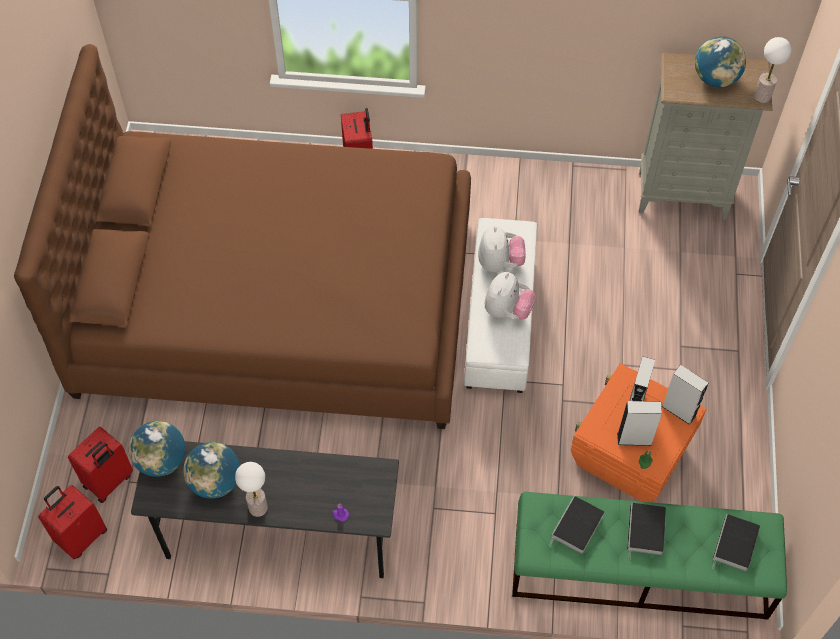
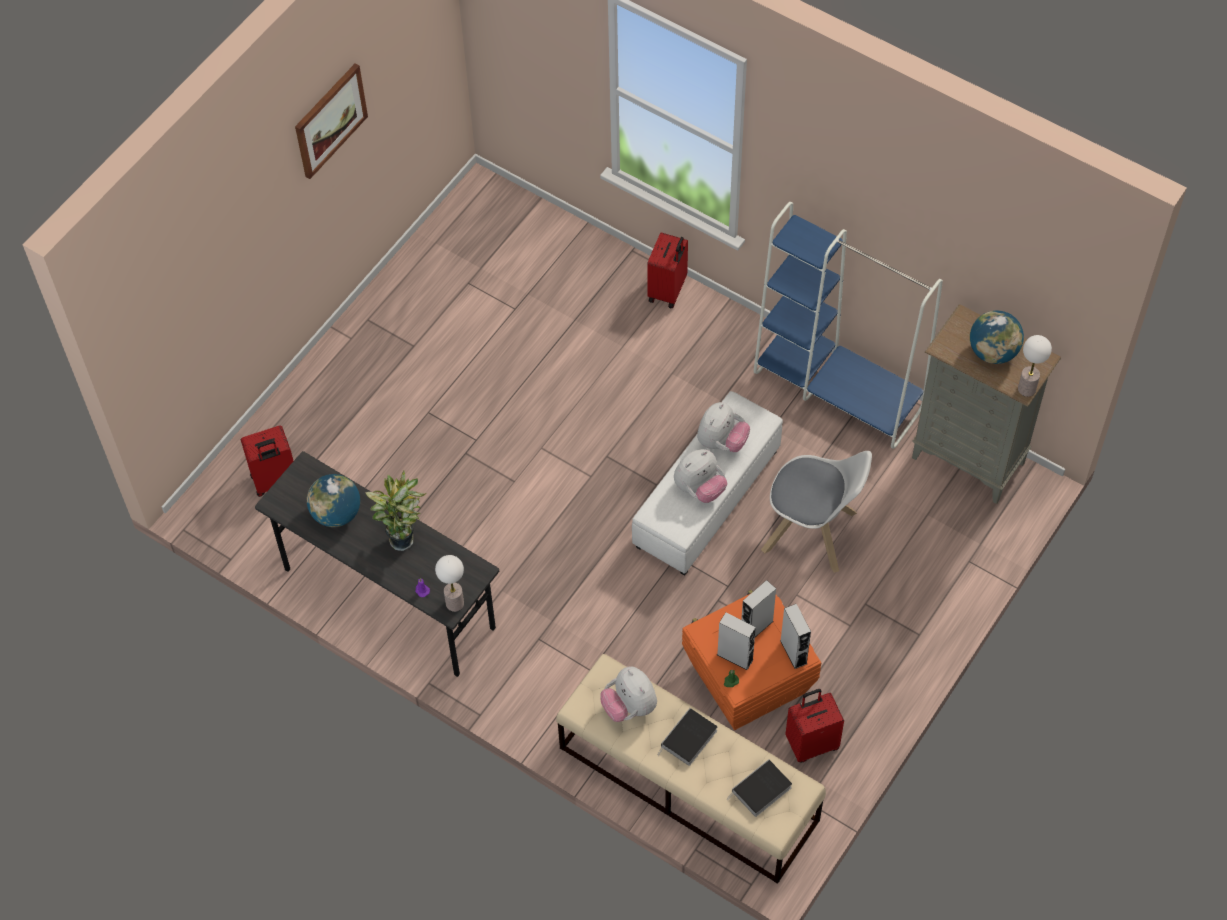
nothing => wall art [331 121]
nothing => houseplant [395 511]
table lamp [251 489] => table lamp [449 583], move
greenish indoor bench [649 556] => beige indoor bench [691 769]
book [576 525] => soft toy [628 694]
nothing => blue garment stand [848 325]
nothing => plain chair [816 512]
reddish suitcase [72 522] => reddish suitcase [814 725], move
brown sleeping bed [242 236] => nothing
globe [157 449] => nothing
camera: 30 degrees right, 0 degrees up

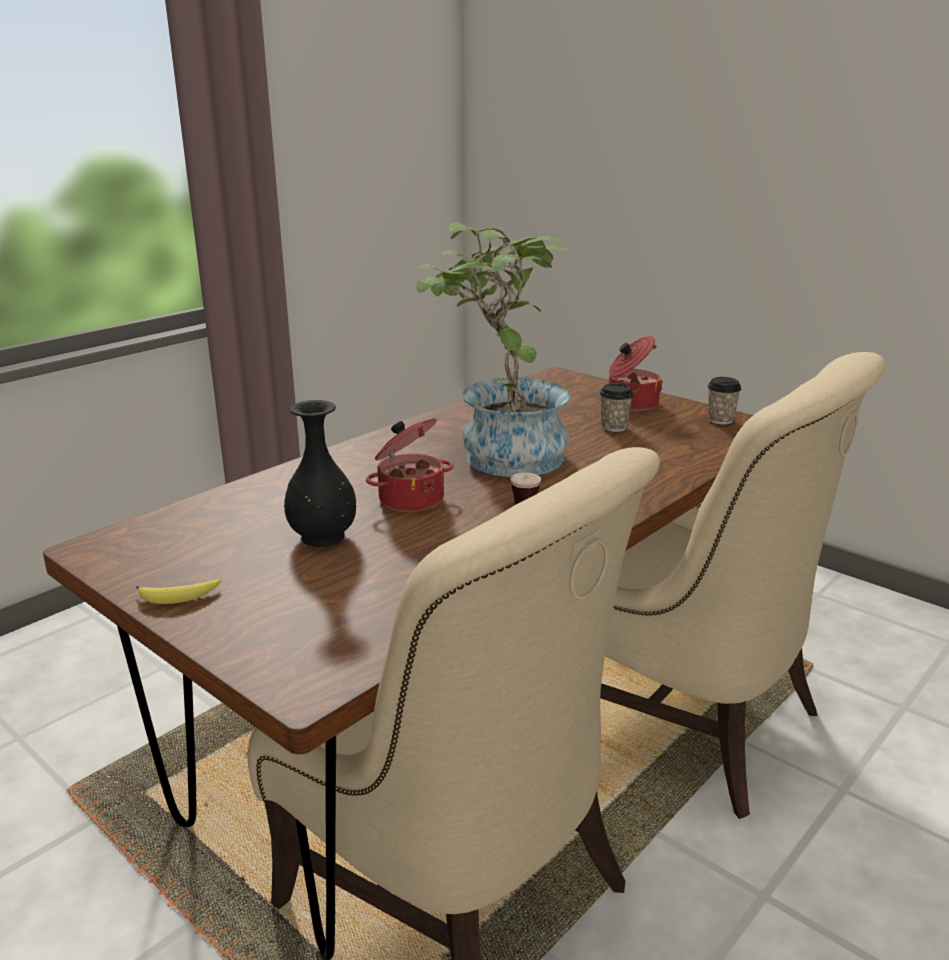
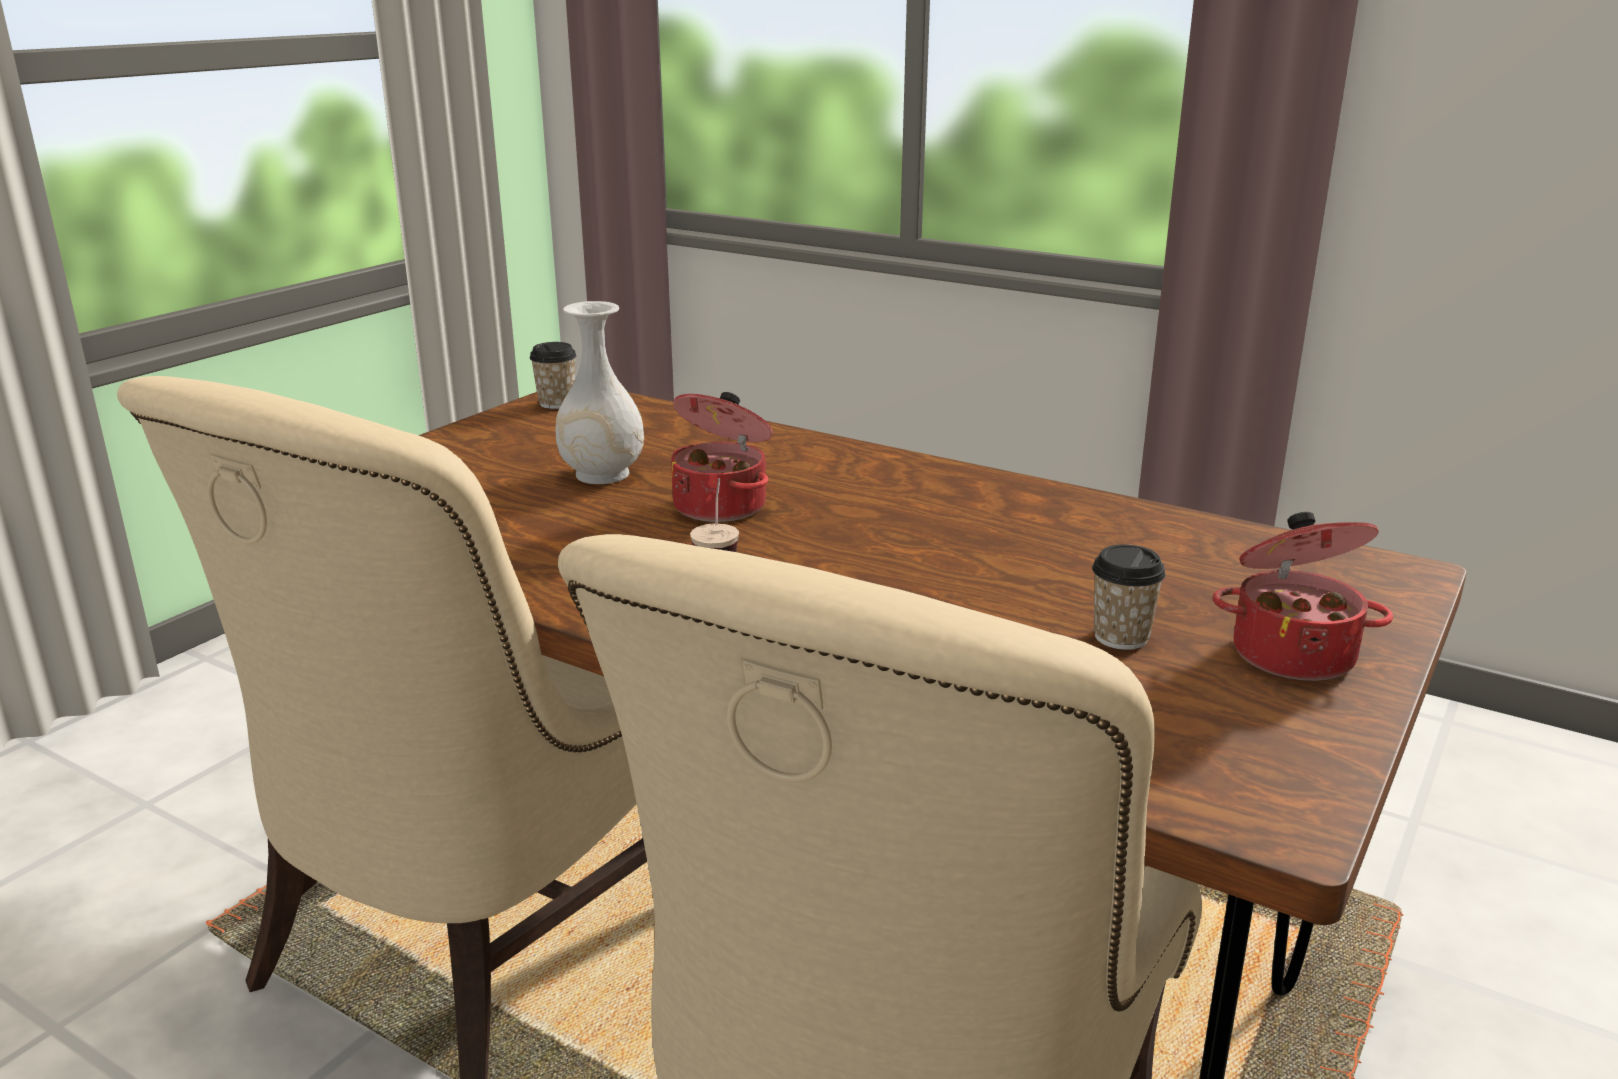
drinking cup [724 401] => drinking cup [553 375], move
black flower vase [320 473] => whitish flower vase [599 392]
banana [178 591] => nothing
houseplant [493 349] => nothing
camera: 80 degrees right, 0 degrees up

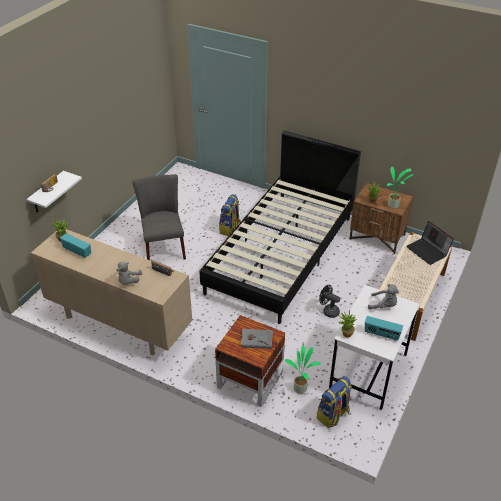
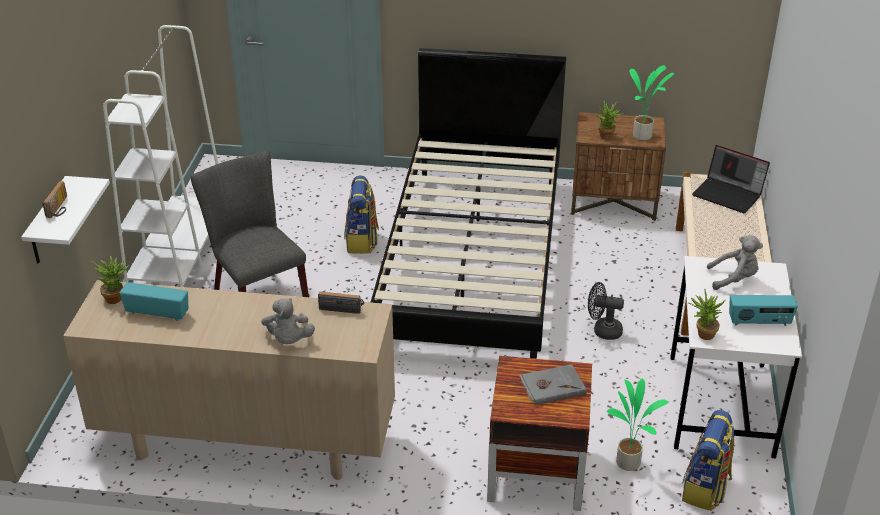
nothing => whitish garment stand [160 156]
camera: 20 degrees left, 5 degrees down

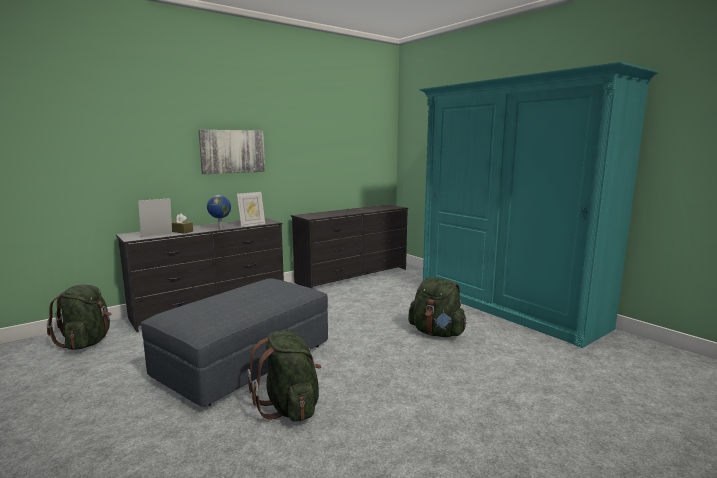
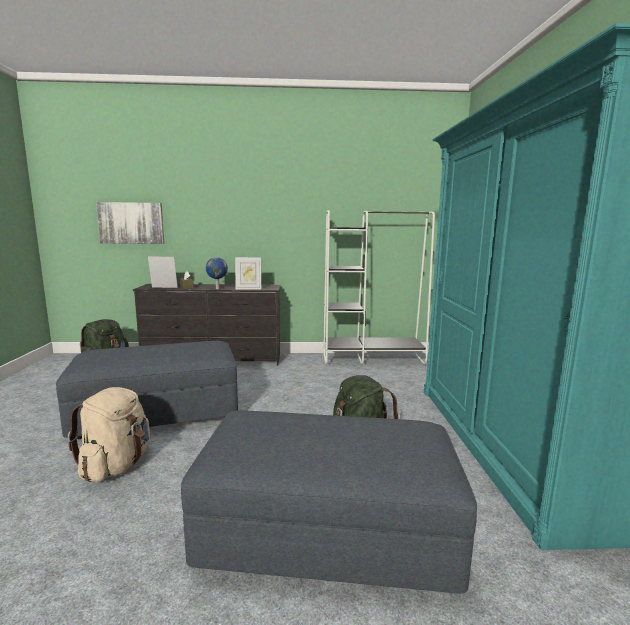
greenish rucksack [284 376] => beige rucksack [109 434]
wall art [231 152] => wall art [130 223], move
nothing => gray ottoman [329 502]
black drawer chest [349 246] => black garment stand [379 287]
camera: 35 degrees right, 0 degrees up

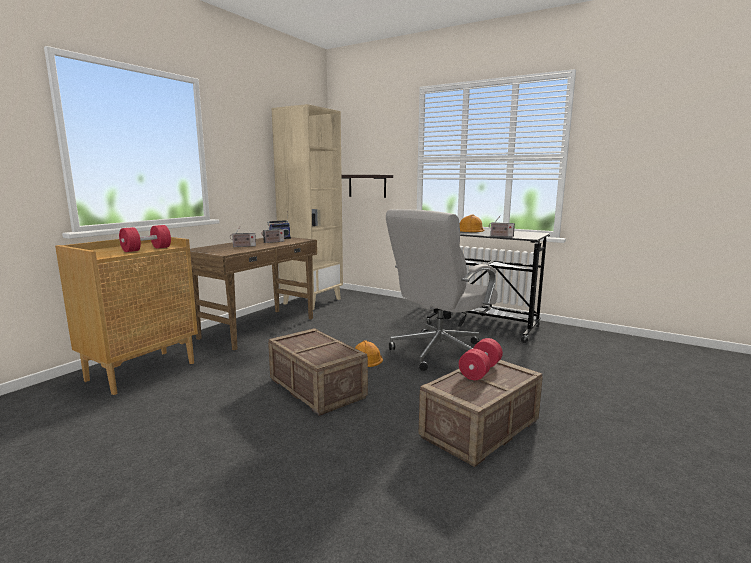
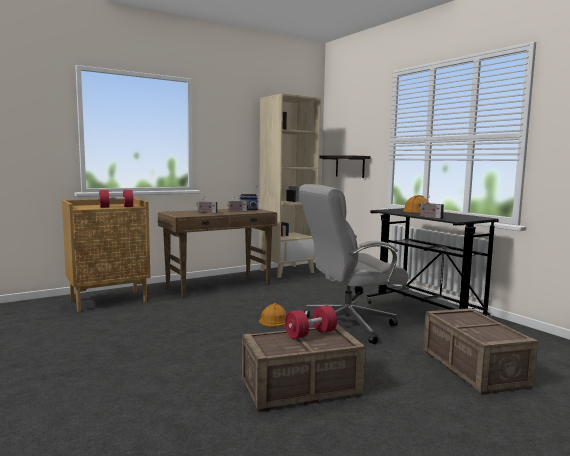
shipping crate [318 372] => shipping crate [480 351], move
camera: 25 degrees right, 5 degrees down

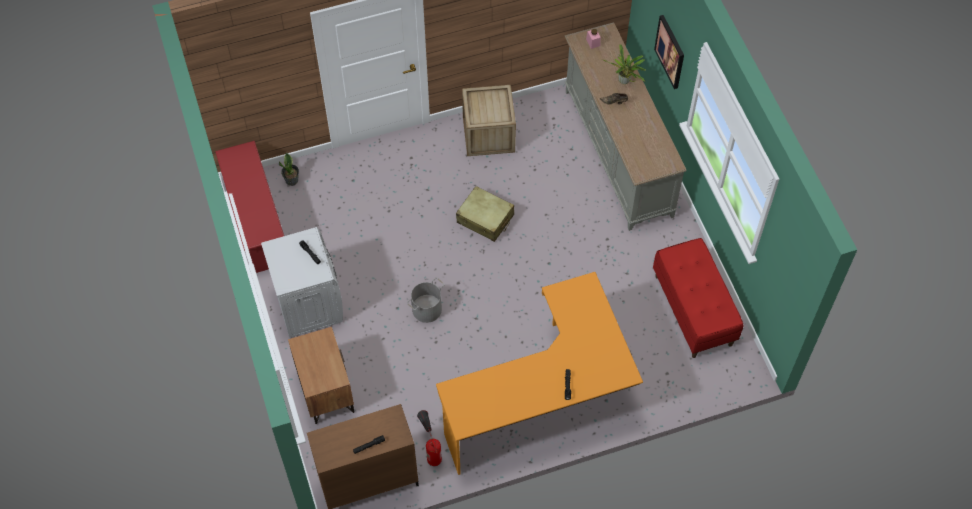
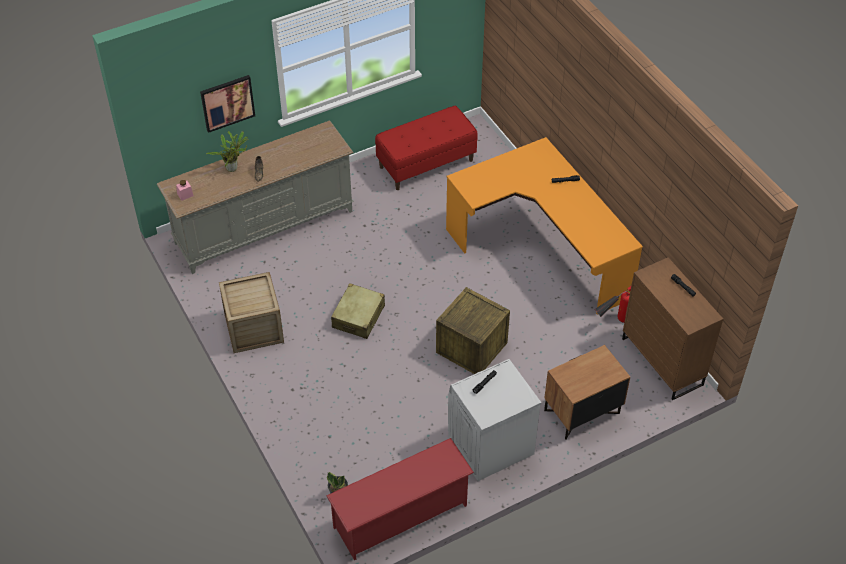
gray pail [426 300] => shipping crate [473 330]
camera: 100 degrees left, 10 degrees down

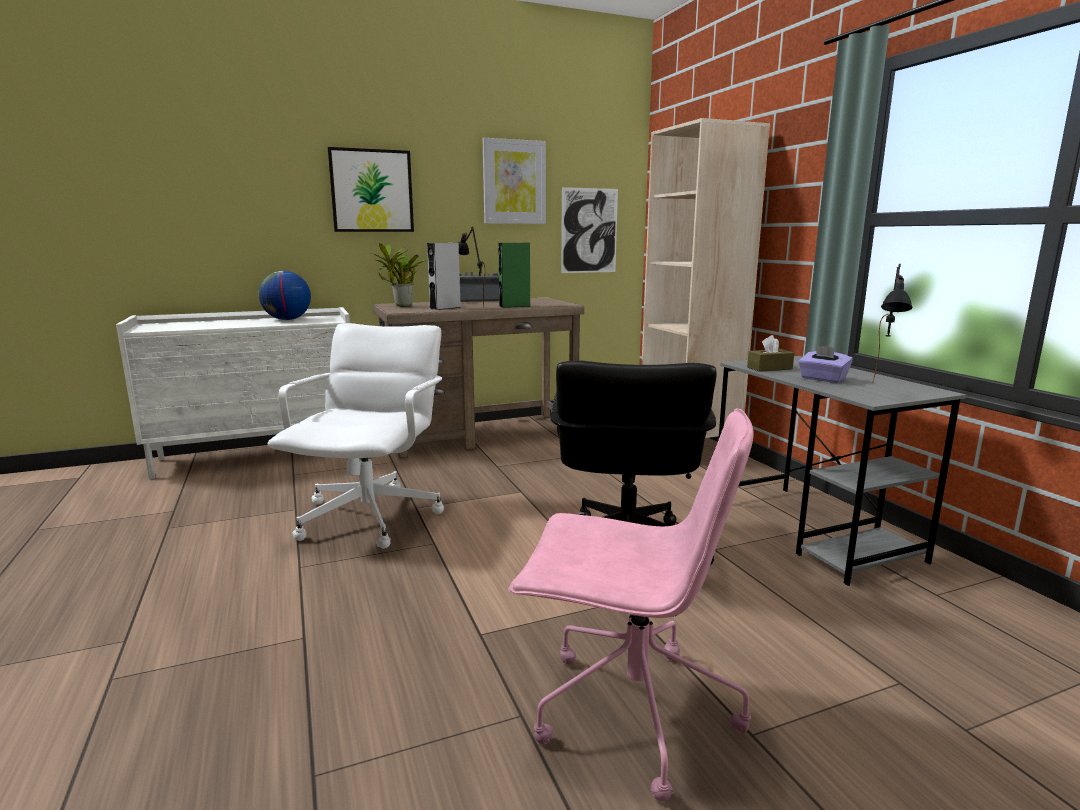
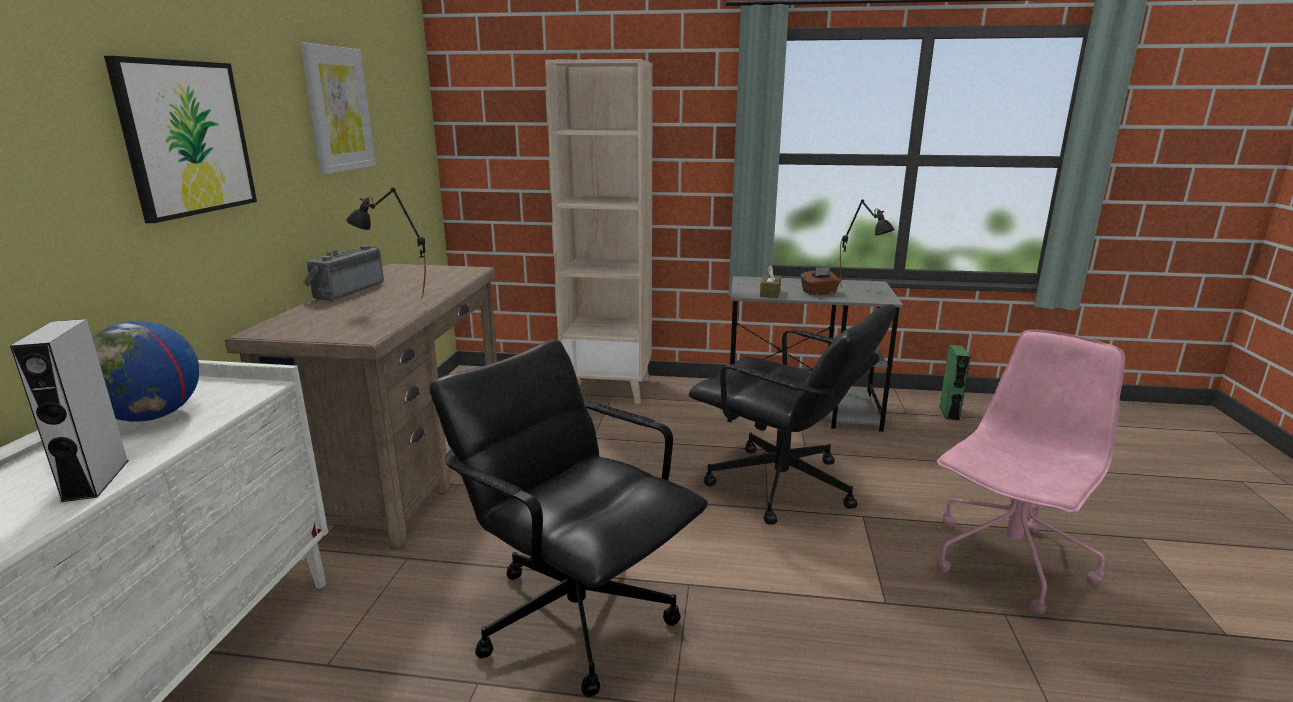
gray audio speaker [444 276] => gray audio speaker [69 410], move
whitish computer chair [355 436] => black computer chair [568 518]
purple tissue holder [825 364] => brown tissue holder [821 281]
greenish audio speaker [514 275] => greenish audio speaker [955 383], move
houseplant [399 275] => nothing
wall art [589 230] => nothing
camera: 60 degrees left, 5 degrees up

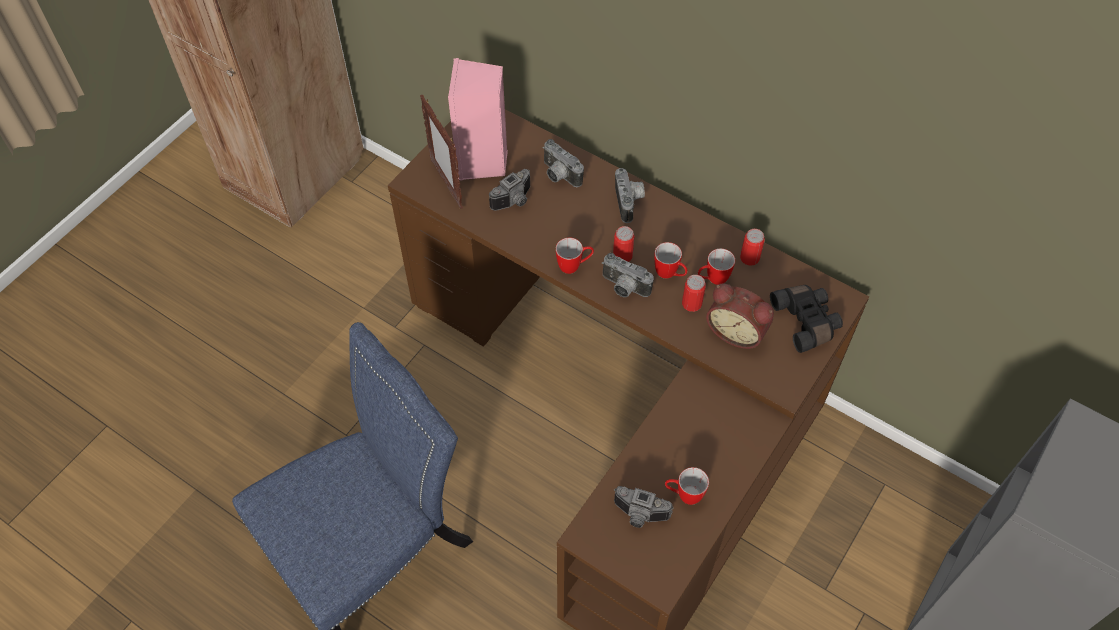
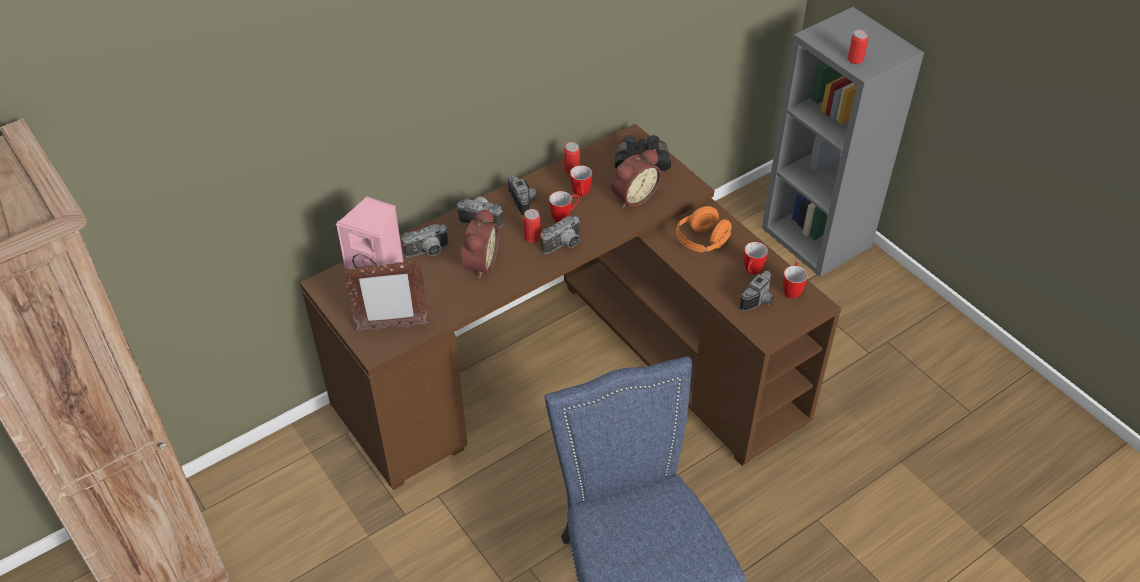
nothing => table clock [479 243]
photo camera [509 190] => photo camera [522 195], move
nothing => orange headphones [704 229]
mug [575 256] => mug [795 280], move
sealed can [694 293] => sealed can [858 47], move
camera: 70 degrees left, 10 degrees down

